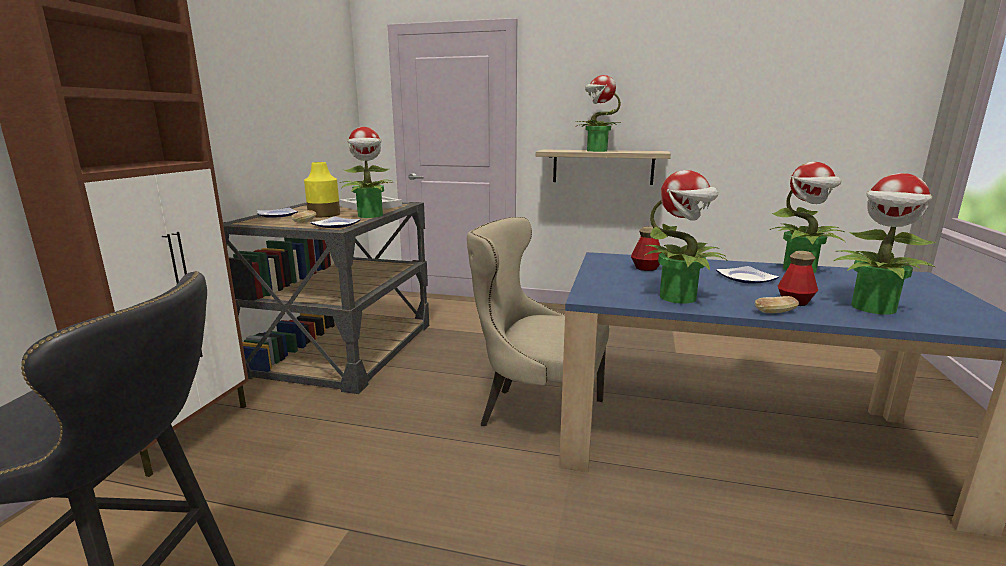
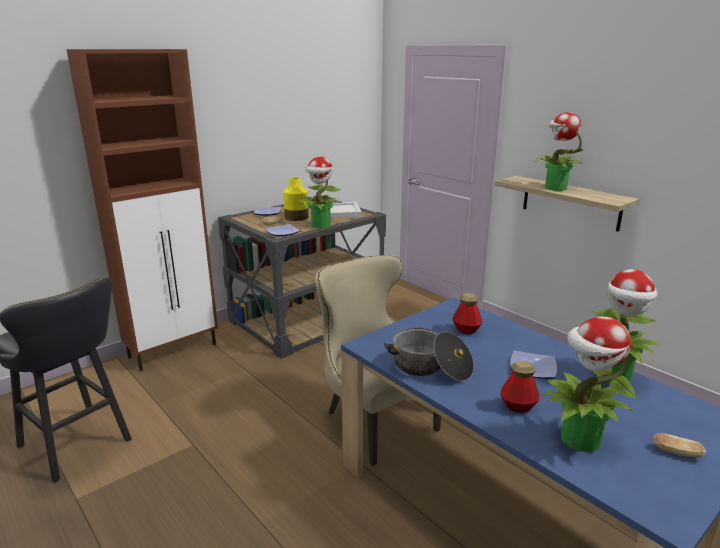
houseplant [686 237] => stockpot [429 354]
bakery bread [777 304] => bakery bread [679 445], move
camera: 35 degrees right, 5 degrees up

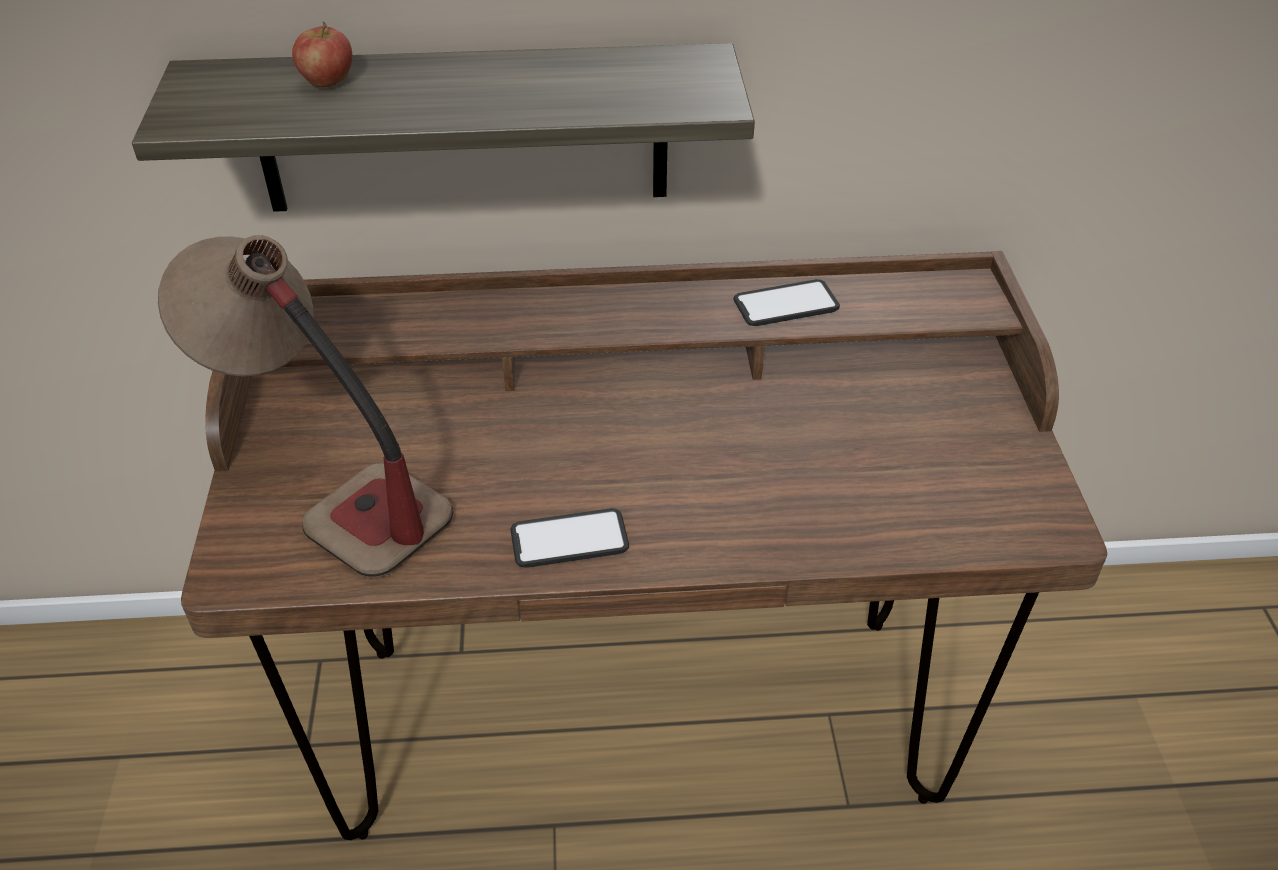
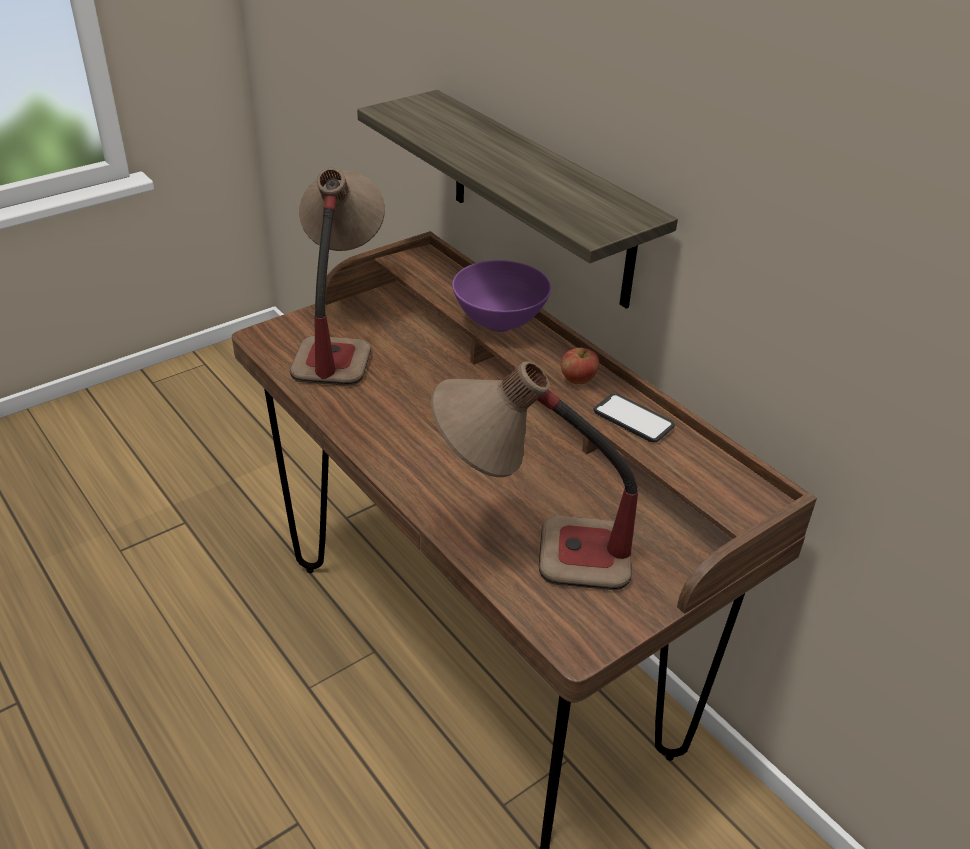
nothing => table lamp [534 475]
nothing => purple deep dish [501 296]
whole apple [322 54] => whole apple [580 366], move
phone [569 538] => nothing
camera: 55 degrees right, 5 degrees down

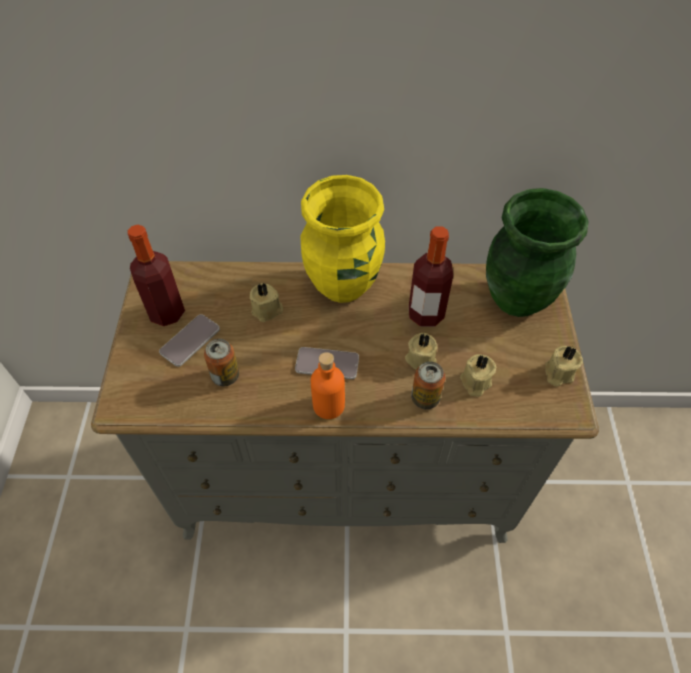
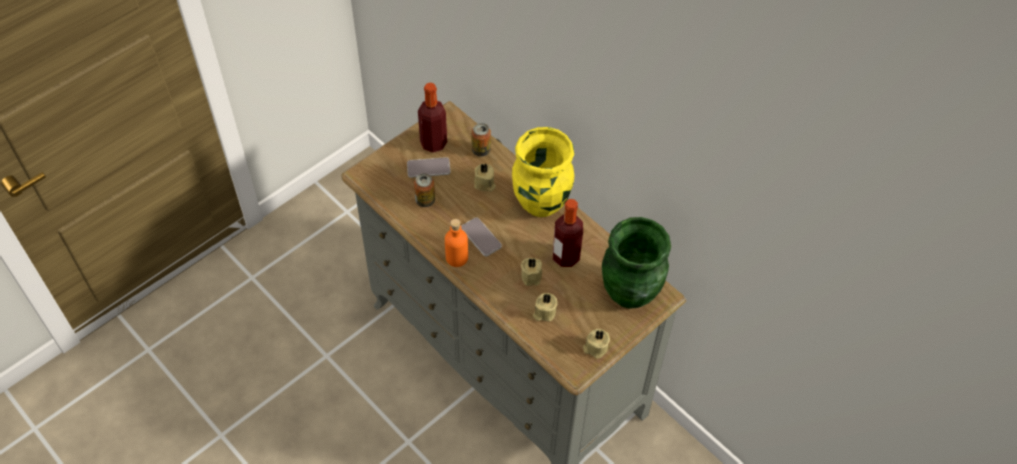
sealed can [428 385] => sealed can [481 139], move
camera: 45 degrees right, 0 degrees up

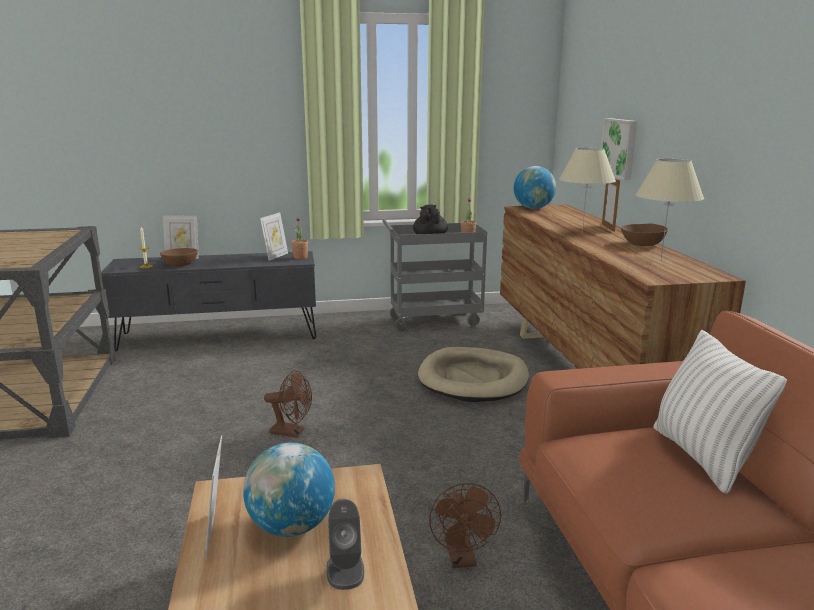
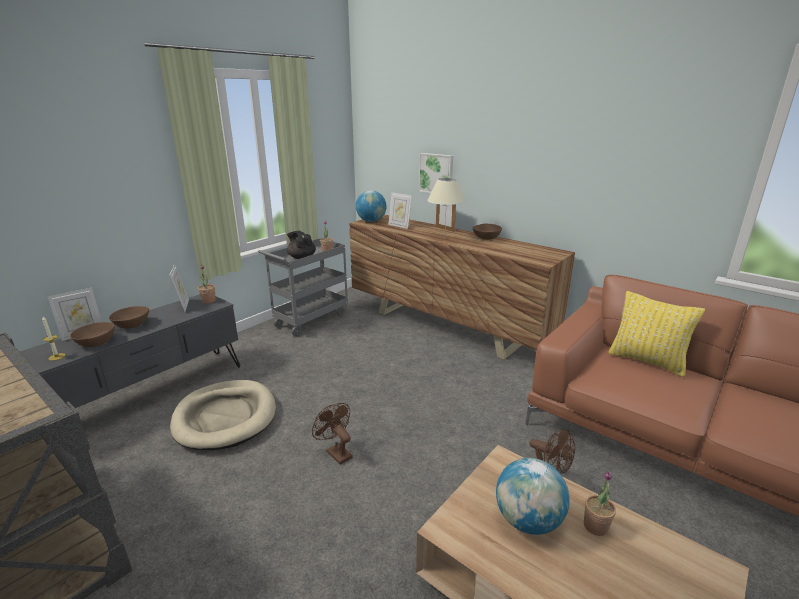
nothing => brown deep dish [129 317]
beige dog bed [473 374] => beige dog bed [223 415], move
brown cooling fan [288 404] => brown cooling fan [332 434], 105 degrees counterclockwise
photo frame [213 497] => photo frame [400 210], move
gray audio speaker [345 544] => houseplant [600 503]
whitish cushion [720 412] => yellow-coloured cushion [656 334]
beige table lamp [669 208] => nothing
camera: 40 degrees left, 5 degrees up

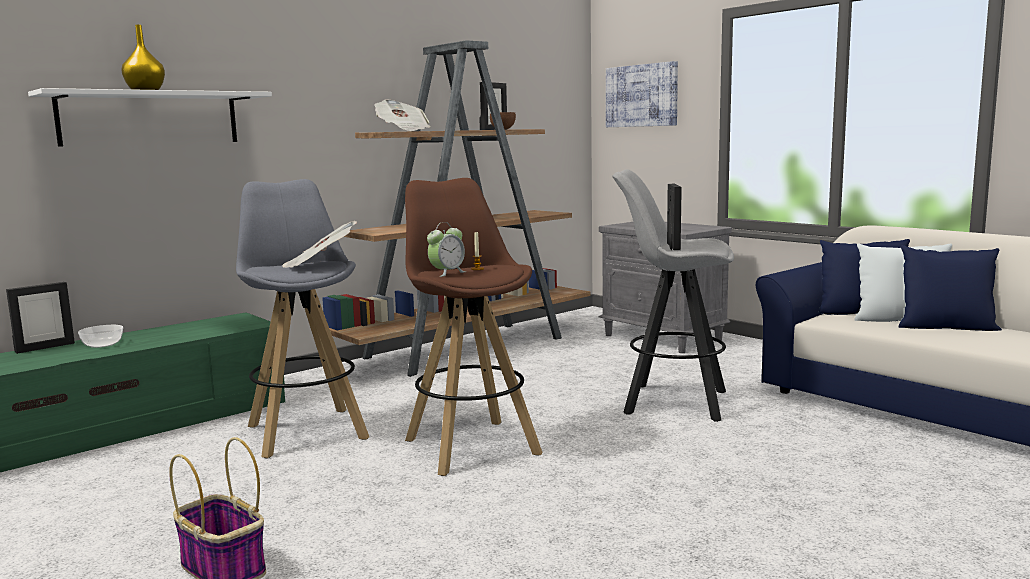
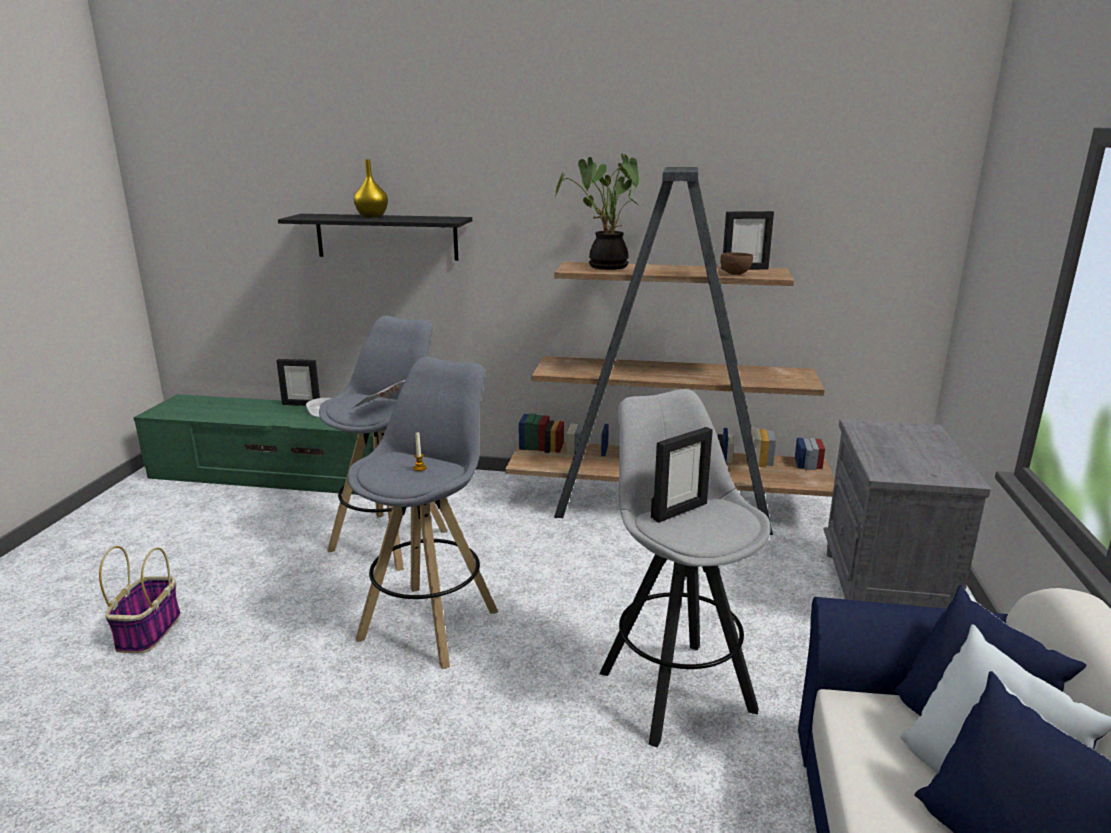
whitish wall shelf [150 117] => black wall shelf [375 237]
brown sitting stool [473 327] => gray sitting stool [423 513]
daily paper [403 115] => houseplant [597 212]
table clock [446 249] => nothing
wall art [642 94] => nothing
camera: 50 degrees right, 10 degrees up

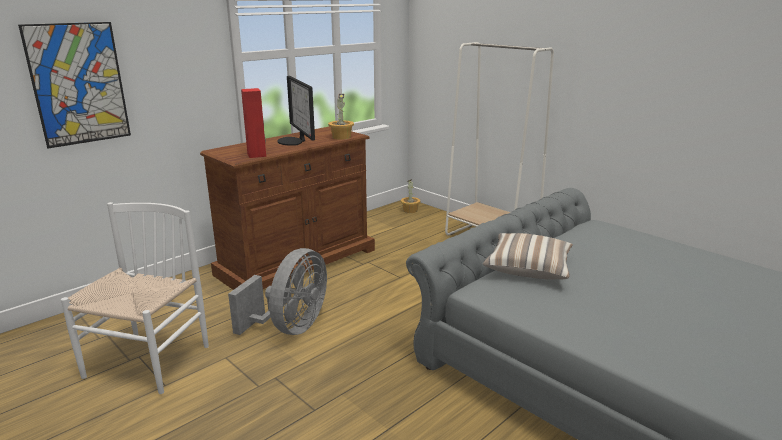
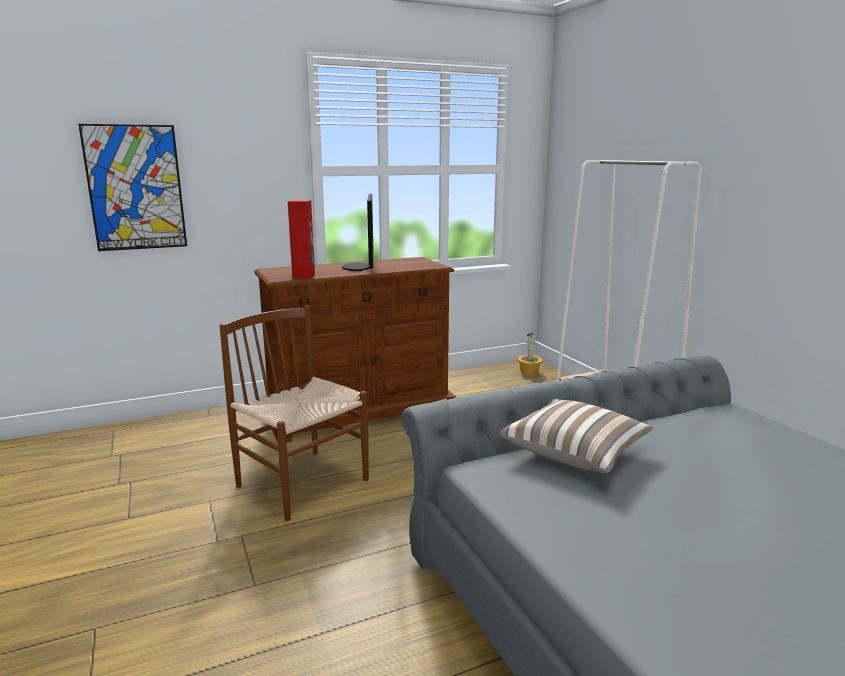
gray cooling fan [277 291] => brown plain chair [294 413]
whitish plain chair [135 298] => nothing
houseplant [341 117] => nothing
camera: 20 degrees right, 5 degrees down

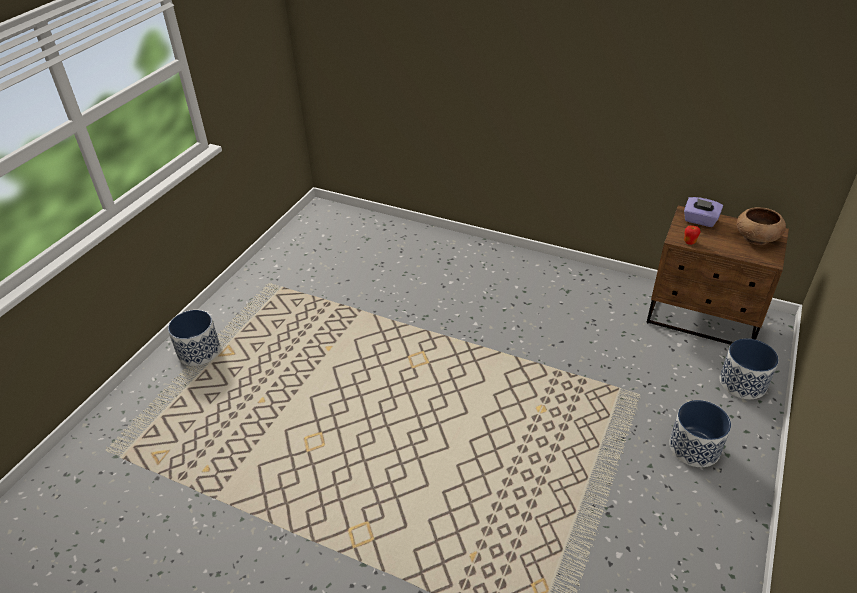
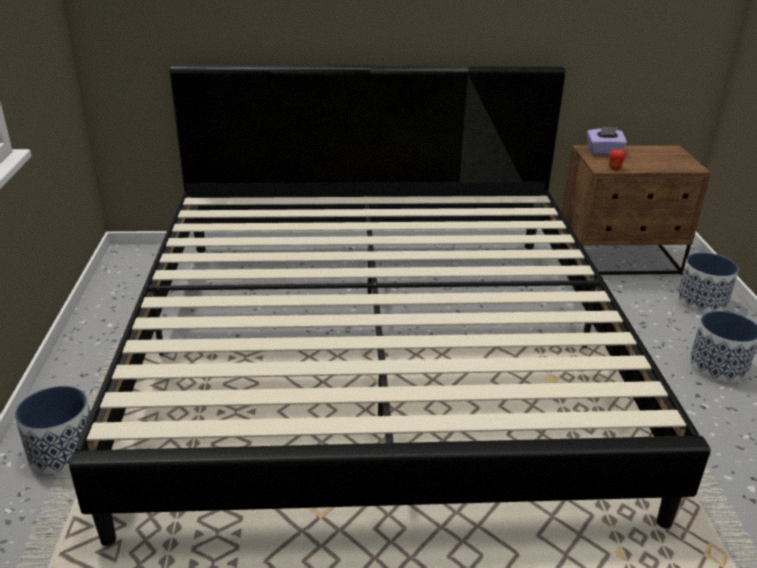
nothing => sleeping bed [390 305]
brown deep dish [761 226] => nothing
camera: 30 degrees left, 10 degrees down

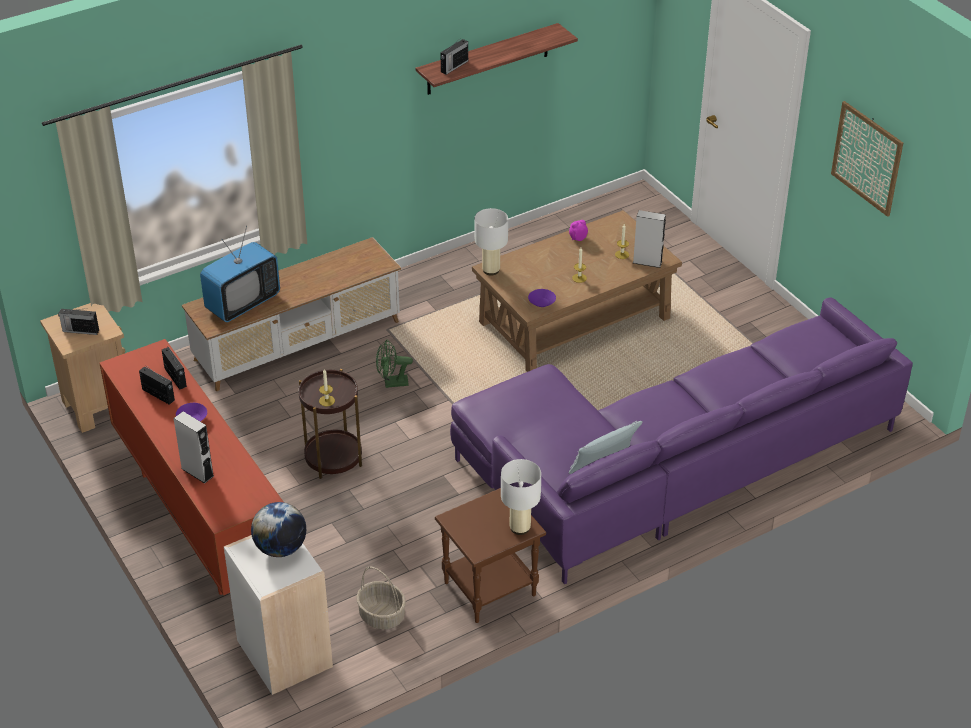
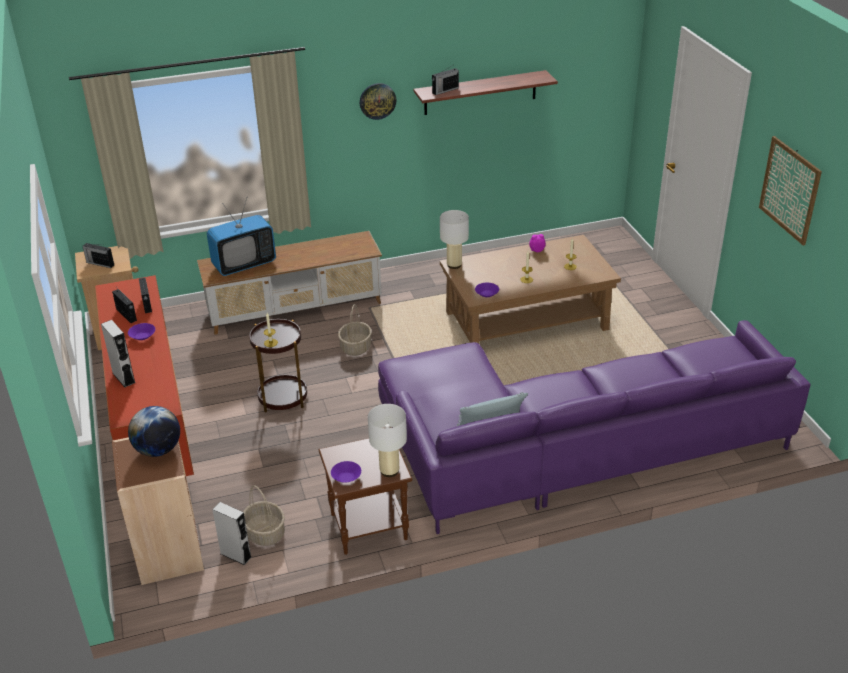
whitish bookcase [278 615] => brown bookcase [158 511]
gray audio speaker [649 239] => gray audio speaker [232 533], move
nothing => purple deep dish [346 472]
greenish cooling fan [394 364] => household basket [355 330]
nothing => clock on the wall [378 101]
camera: 15 degrees right, 5 degrees down

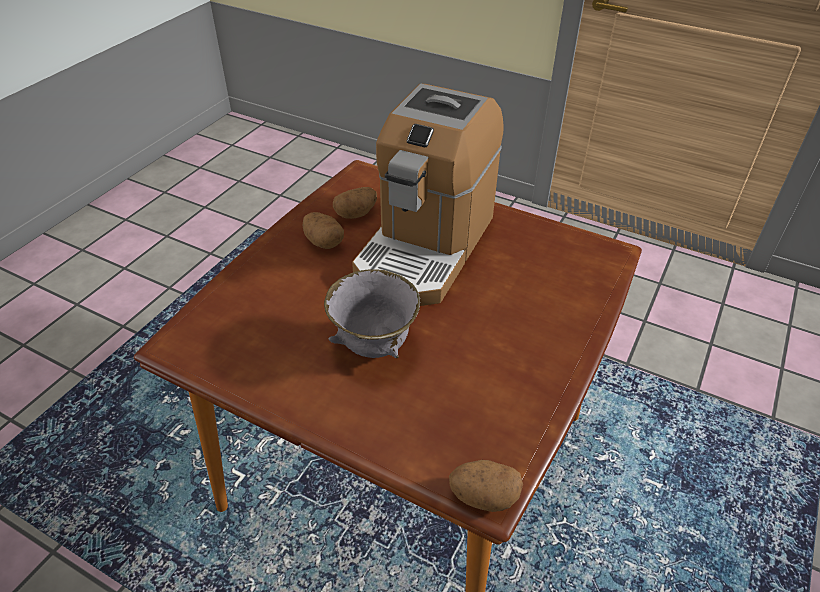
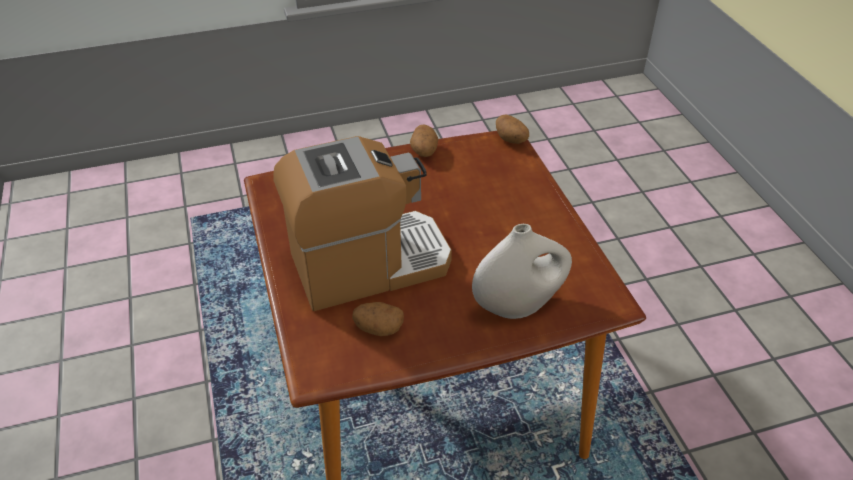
whole potato [323 230] => whole potato [424 140], move
nothing => whitish flower vase [522 271]
gray deep dish [372 313] => nothing
camera: 135 degrees left, 0 degrees up

